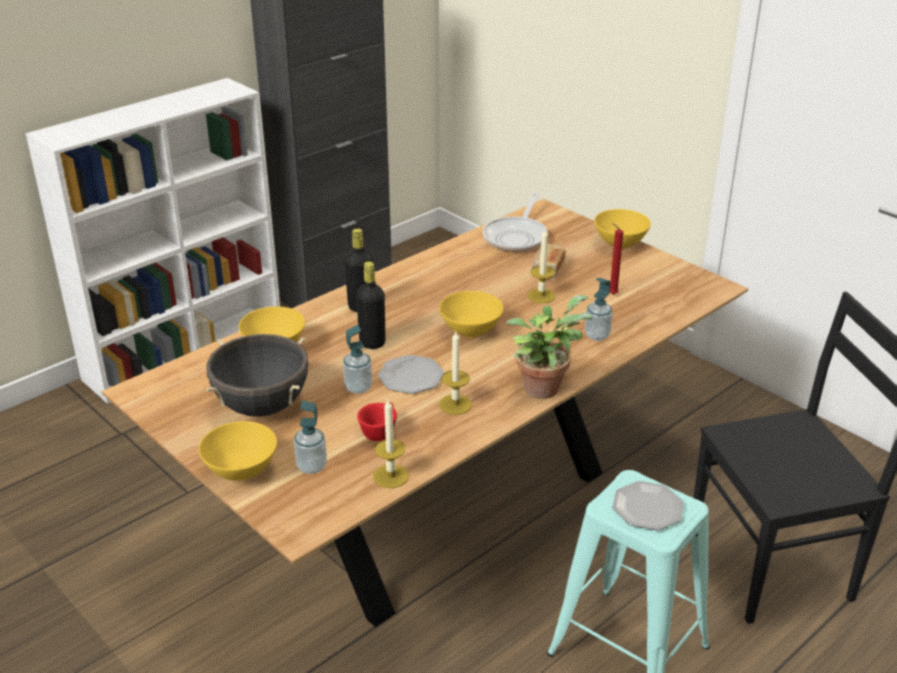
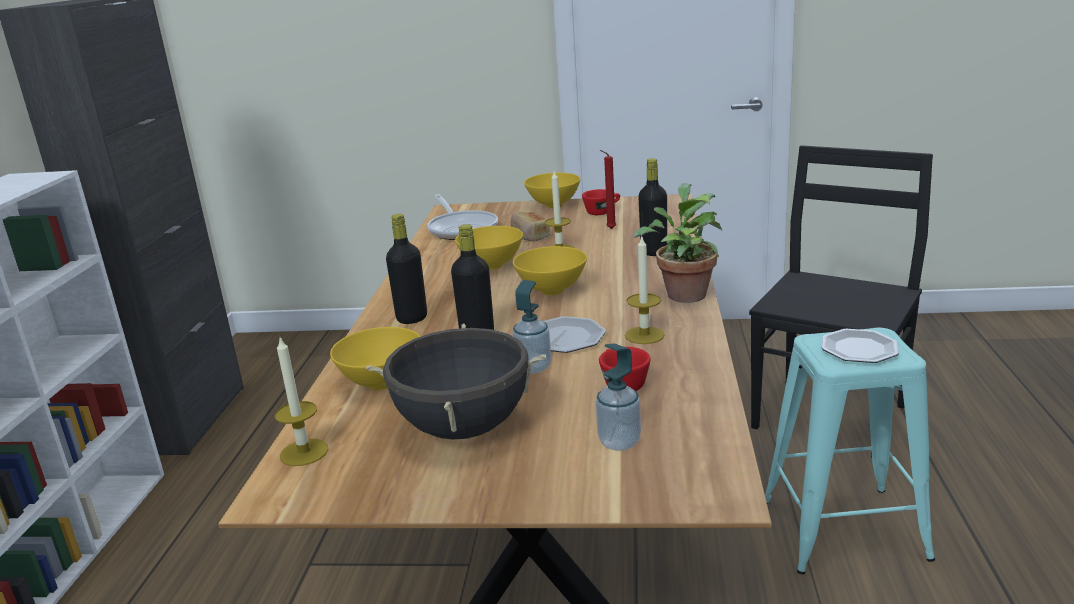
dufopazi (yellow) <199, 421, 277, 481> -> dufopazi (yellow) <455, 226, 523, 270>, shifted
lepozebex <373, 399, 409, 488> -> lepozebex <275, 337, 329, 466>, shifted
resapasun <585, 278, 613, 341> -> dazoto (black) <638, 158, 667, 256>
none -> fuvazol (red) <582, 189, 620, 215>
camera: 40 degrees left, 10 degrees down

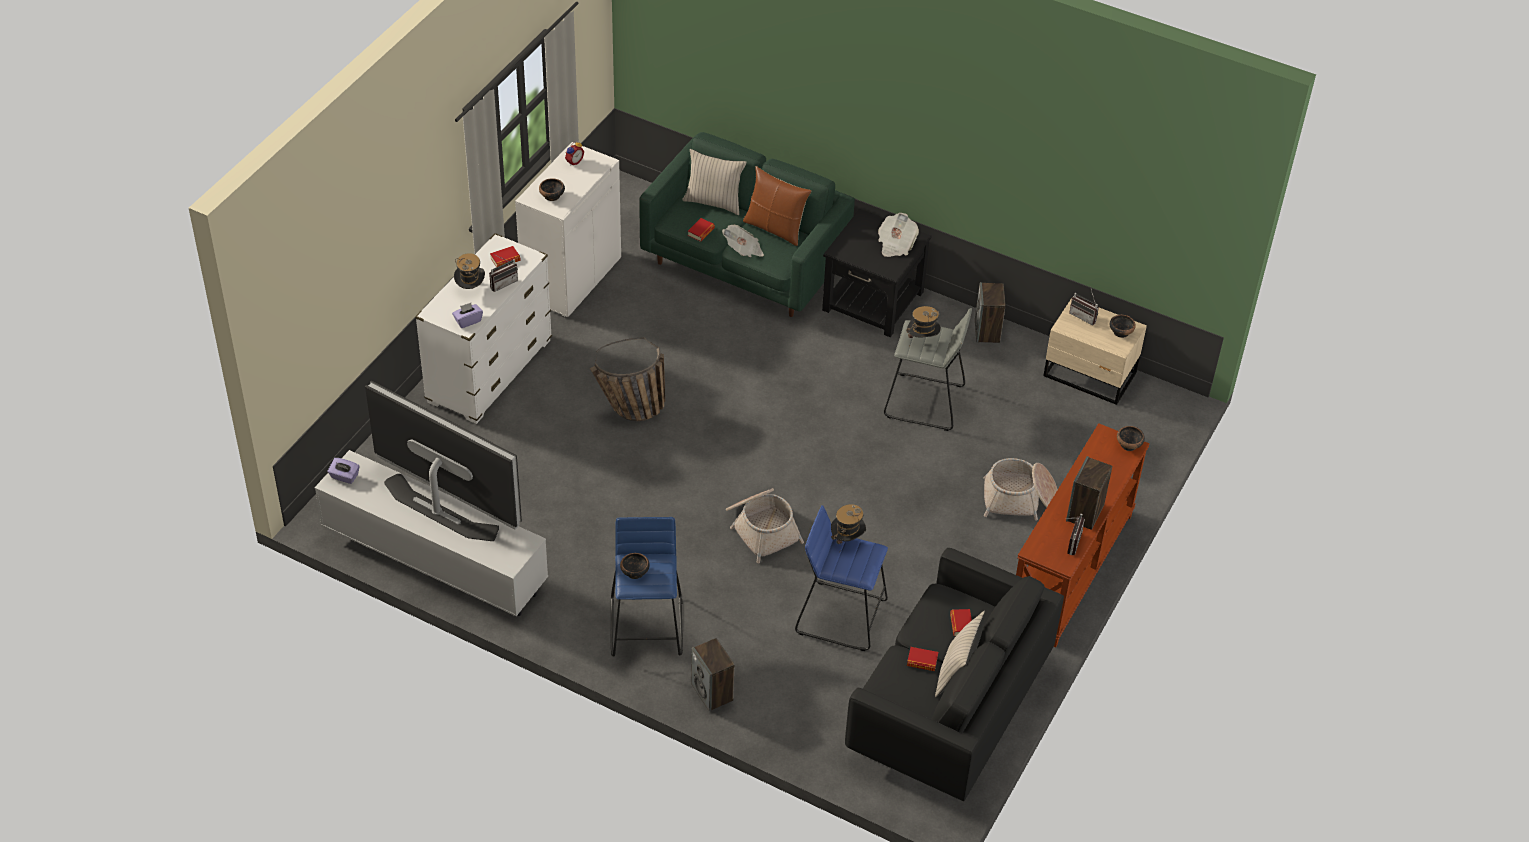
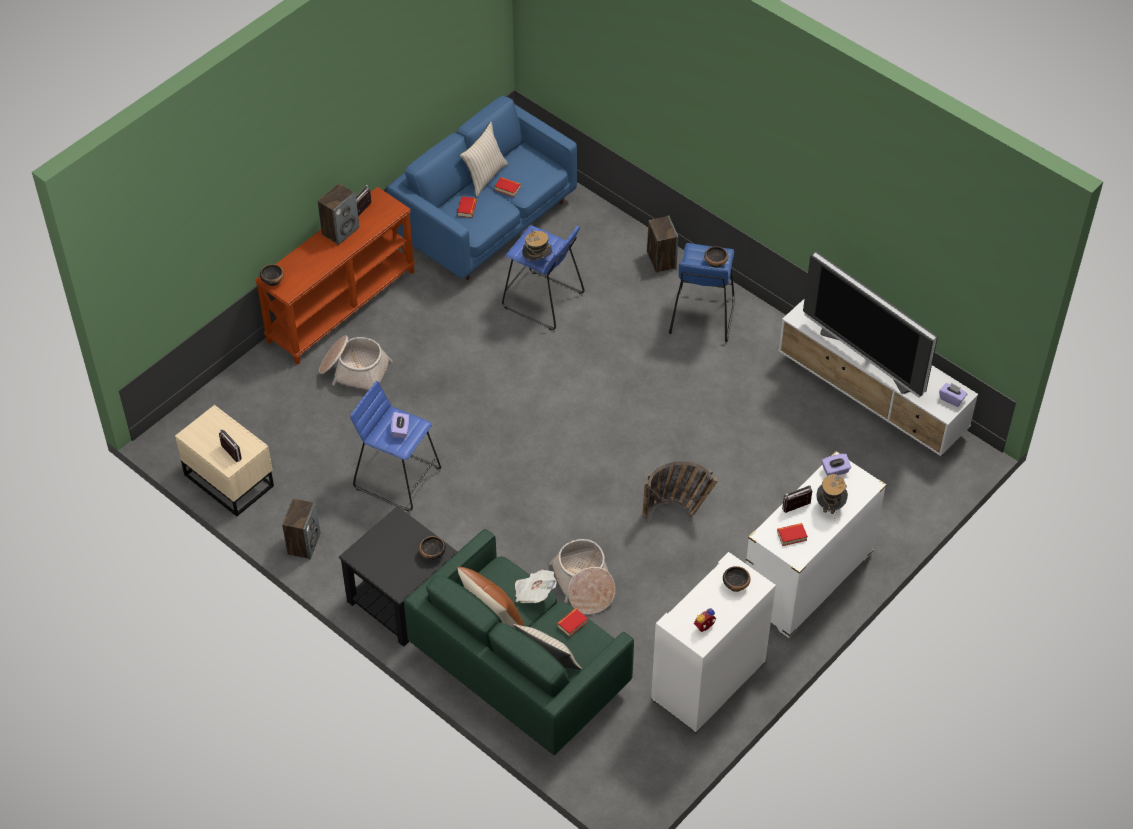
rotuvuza <726, 488, 804, 563> -> rotuvuza <549, 539, 615, 614>, shifted
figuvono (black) <845, 548, 1064, 801> -> figuvono (blue) <386, 96, 577, 280>
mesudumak <878, 213, 919, 257> -> none
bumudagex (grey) <884, 308, 972, 431> -> bumudagex (blue) <350, 381, 441, 511>
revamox <906, 306, 941, 346> -> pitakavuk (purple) <391, 412, 409, 438>
dufopazi <1110, 315, 1136, 338> -> dufopazi <419, 536, 446, 560>, shifted
camera: 165 degrees left, 5 degrees up

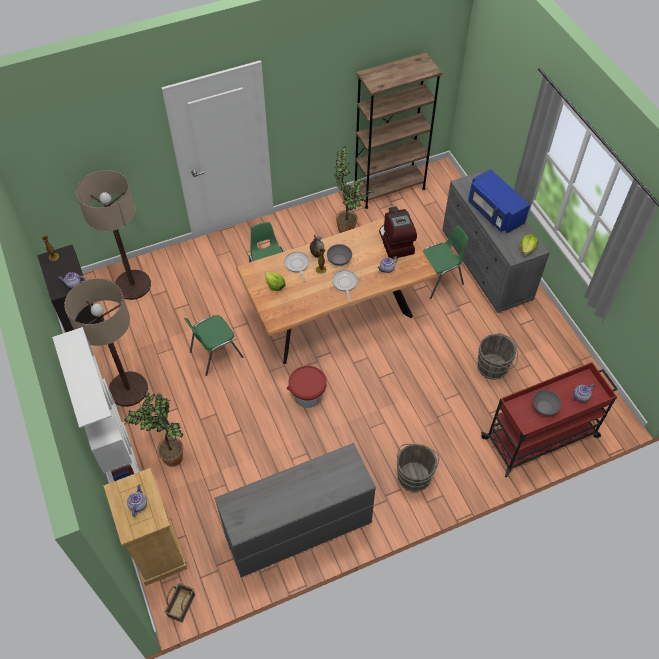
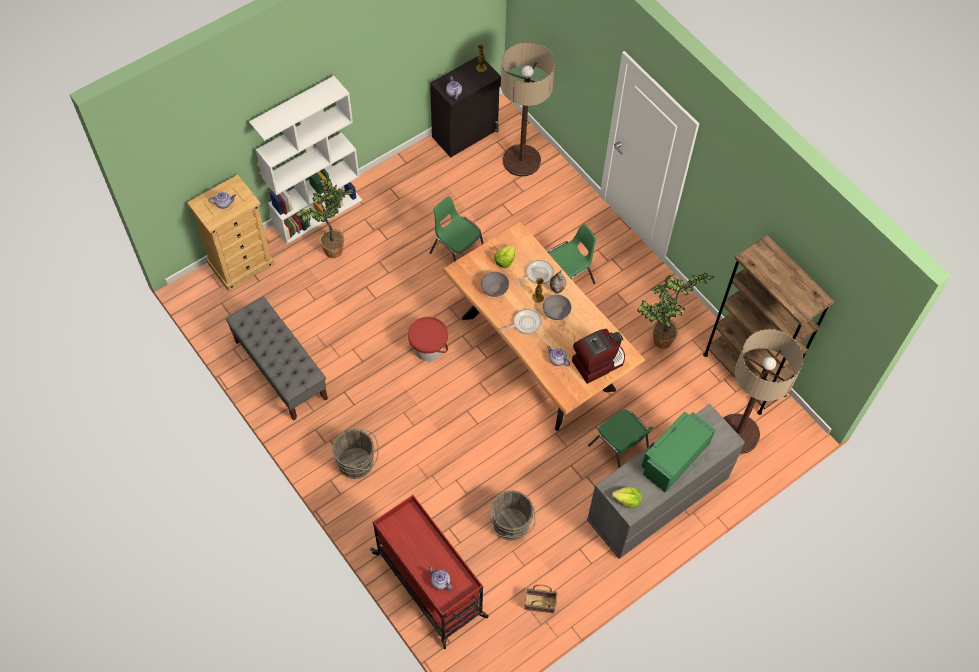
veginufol <64, 278, 148, 407> -> veginufol <724, 329, 803, 454>, shifted
rotuvuza <165, 583, 195, 622> -> rotuvuza <524, 585, 557, 613>, shifted
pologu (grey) <214, 443, 376, 577> -> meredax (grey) <226, 296, 328, 421>
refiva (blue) <468, 169, 530, 233> -> refiva (green) <642, 412, 716, 492>
dufopazi (grey) <533, 390, 561, 416> -> dufopazi (grey) <481, 271, 509, 297>, shifted
camera: 75 degrees right, 5 degrees up

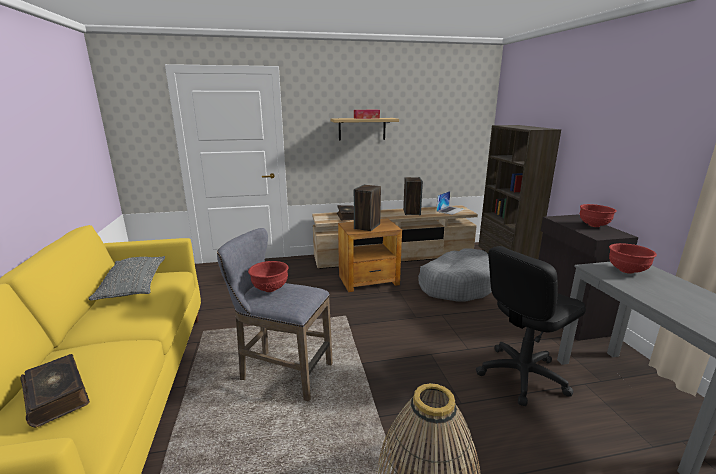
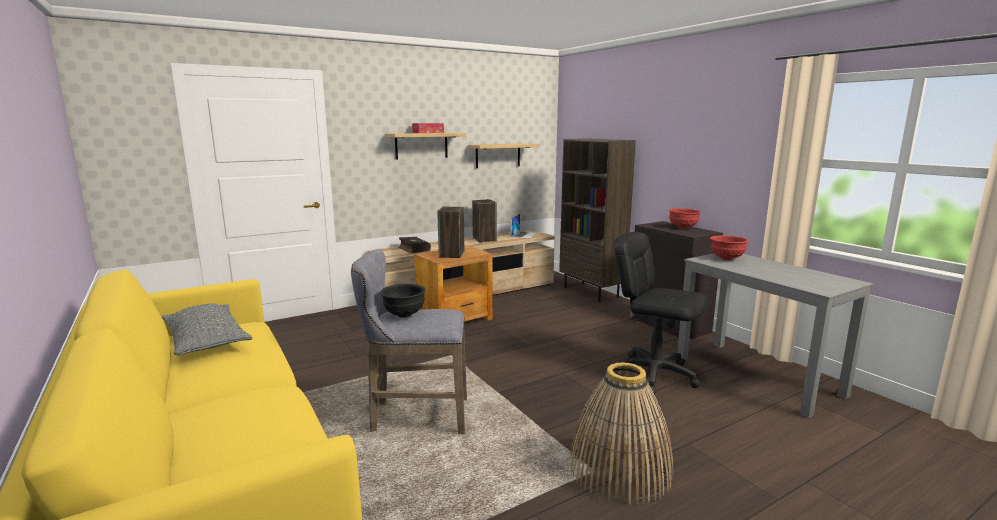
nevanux <21, 354, 90, 428> -> none
dufopazi (red) <248, 261, 288, 292> -> dufopazi (black) <380, 284, 426, 318>
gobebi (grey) <418, 248, 492, 302> -> none
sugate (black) <476, 246, 586, 406> -> sugate (black) <614, 232, 708, 395>, 90 degrees clockwise
none -> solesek <468, 143, 540, 168>
camera: 20 degrees left, 5 degrees down

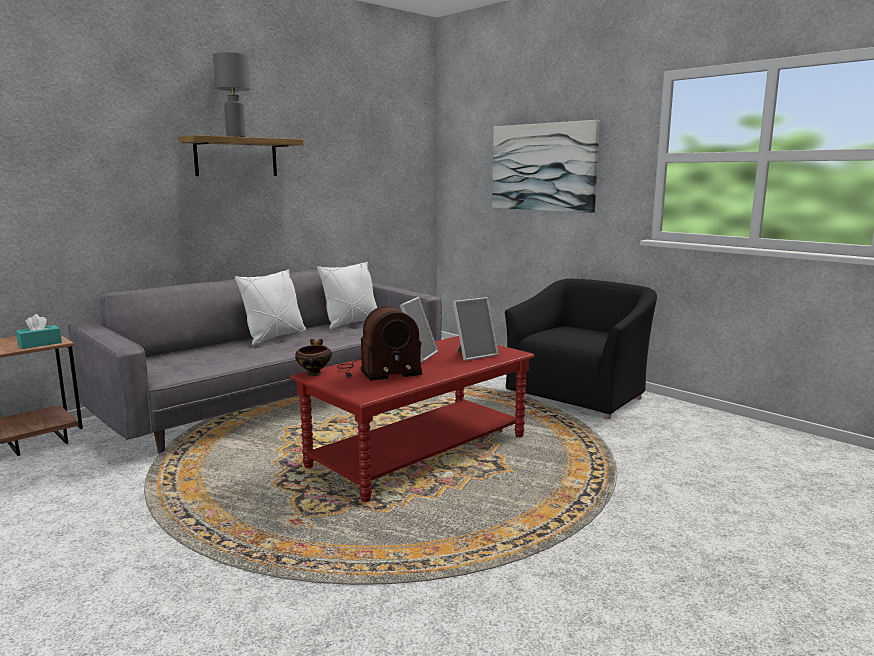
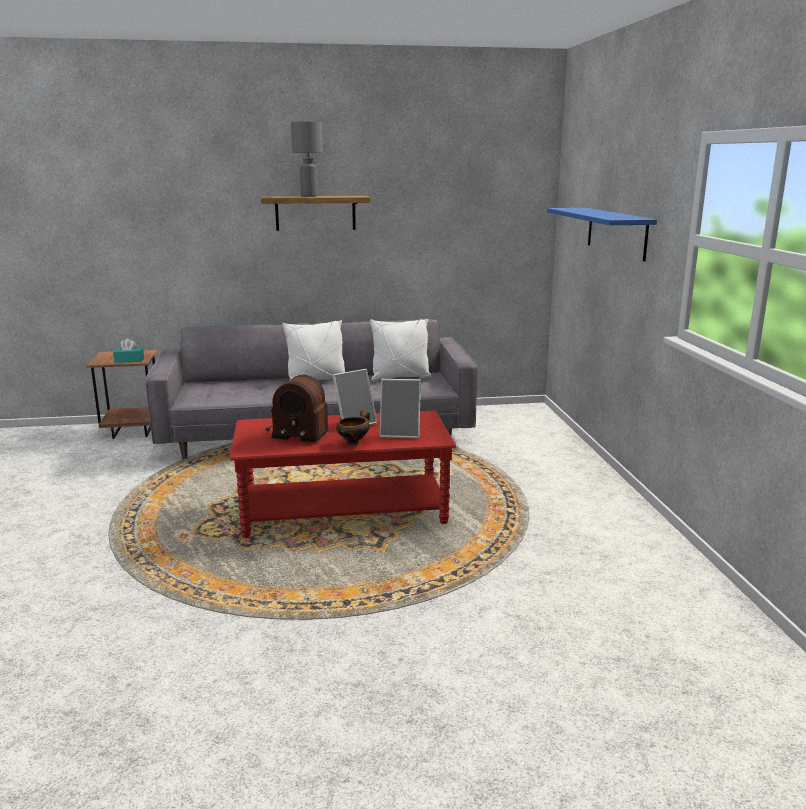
dufopazi <295, 339, 332, 376> -> dufopazi <336, 411, 370, 446>, shifted
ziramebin <492, 120, 600, 213> -> solesek (blue) <547, 208, 657, 261>
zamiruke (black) <505, 279, 657, 419> -> none
camera: 35 degrees right, 5 degrees up

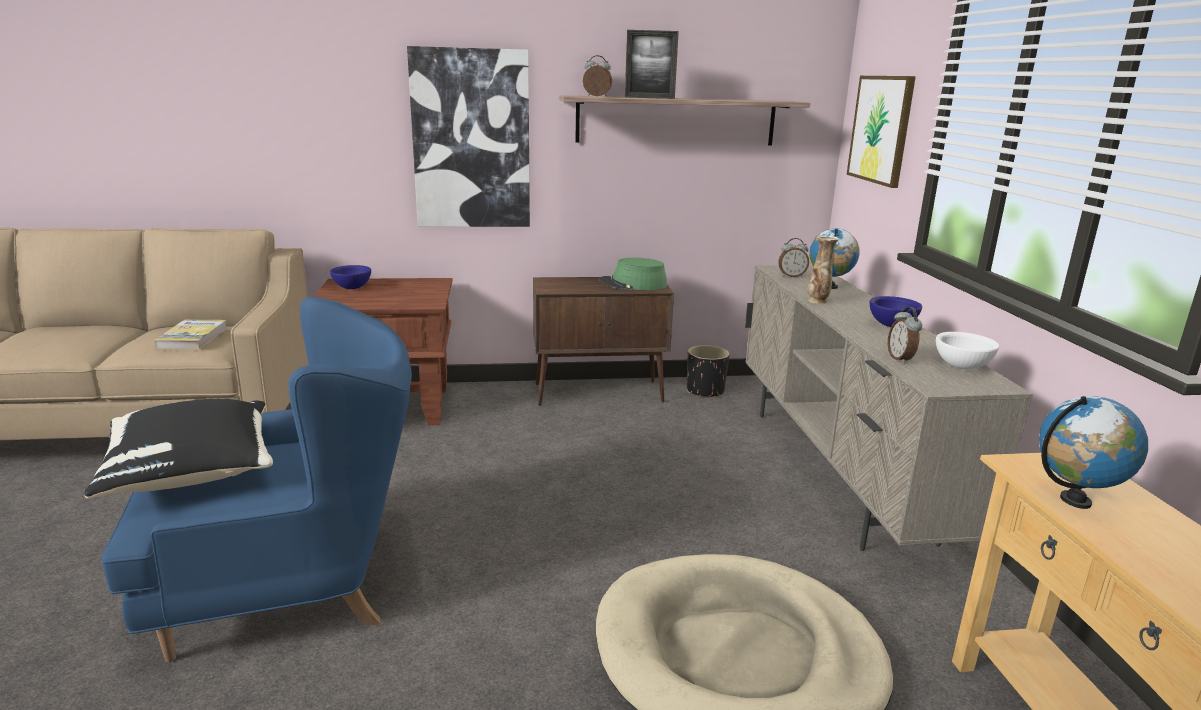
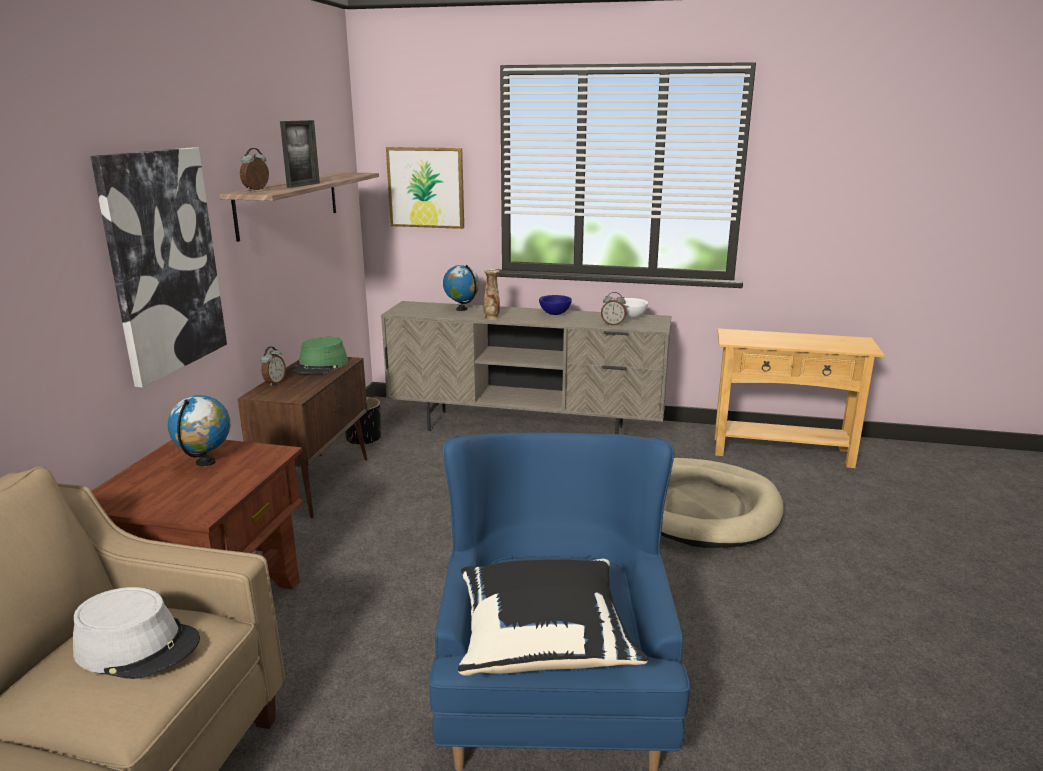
nevanux <154, 320, 227, 349> -> revamox (grey) <73, 587, 200, 679>
dufopazi (blue) <330, 265, 371, 289> -> none
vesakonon <778, 238, 809, 277> -> vesakonon <261, 347, 286, 386>, shifted
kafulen <1039, 396, 1148, 509> -> kafulen <168, 395, 230, 466>, shifted
camera: 70 degrees left, 0 degrees up

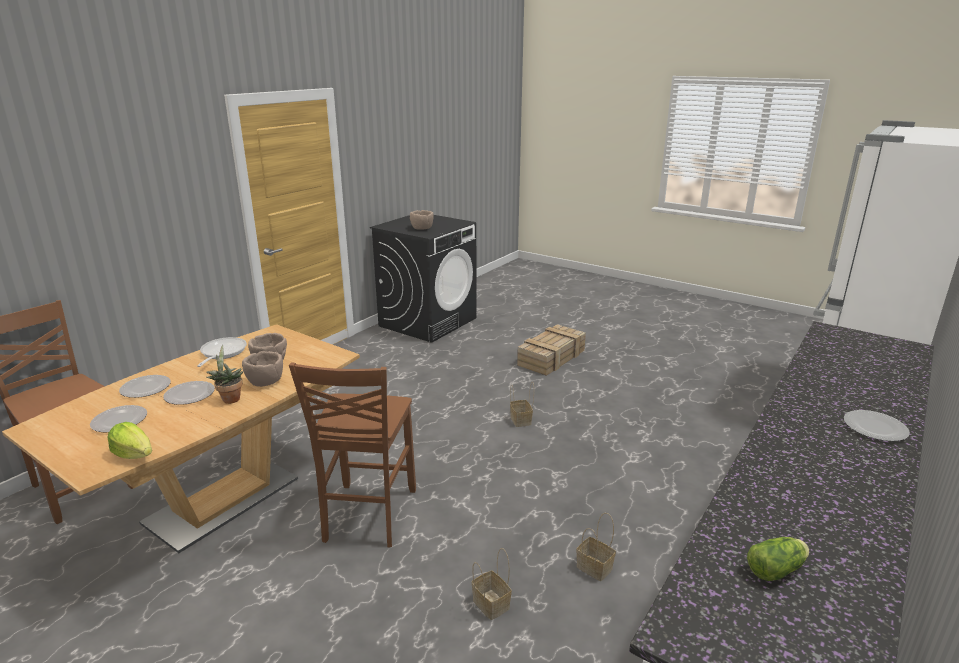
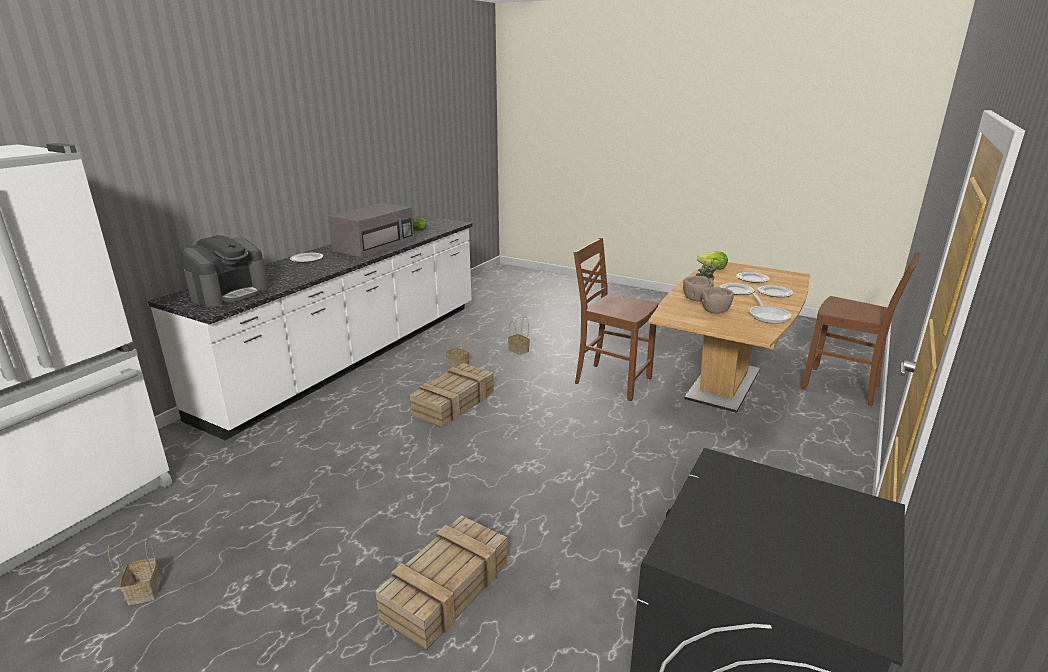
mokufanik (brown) <289, 362, 416, 548> -> mokufanik (brown) <574, 238, 658, 401>, 60 degrees counterclockwise
dufopazi (brown) <410, 210, 434, 230> -> none
rotuvuza <510, 382, 534, 427> -> rotuvuza <108, 537, 161, 606>, shifted
none -> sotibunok <181, 235, 269, 307>
none -> refiva (grey) <328, 203, 414, 258>
none -> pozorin <410, 363, 494, 428>
camera: 175 degrees right, 0 degrees up

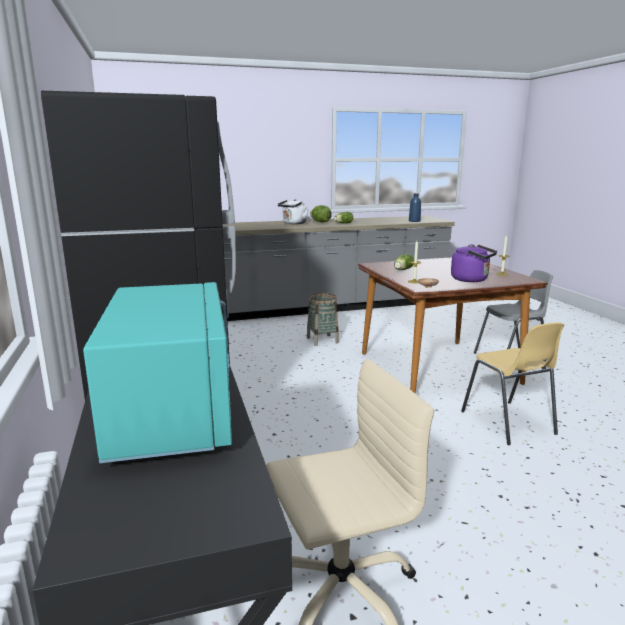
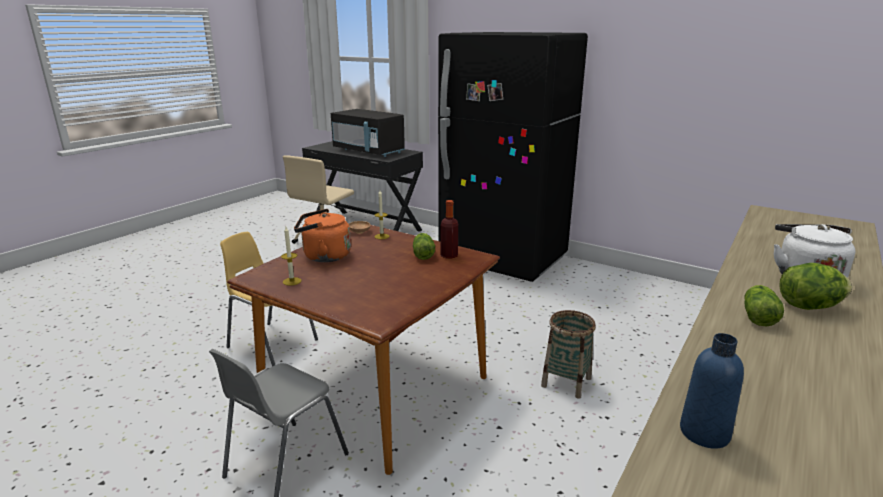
refiva (turquoise) <83, 282, 232, 463> -> refiva (black) <331, 109, 405, 157>
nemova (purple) <451, 244, 497, 282> -> nemova (orange) <294, 209, 351, 262>
none -> dazoto <441, 200, 458, 259>
camera: 140 degrees right, 5 degrees up

